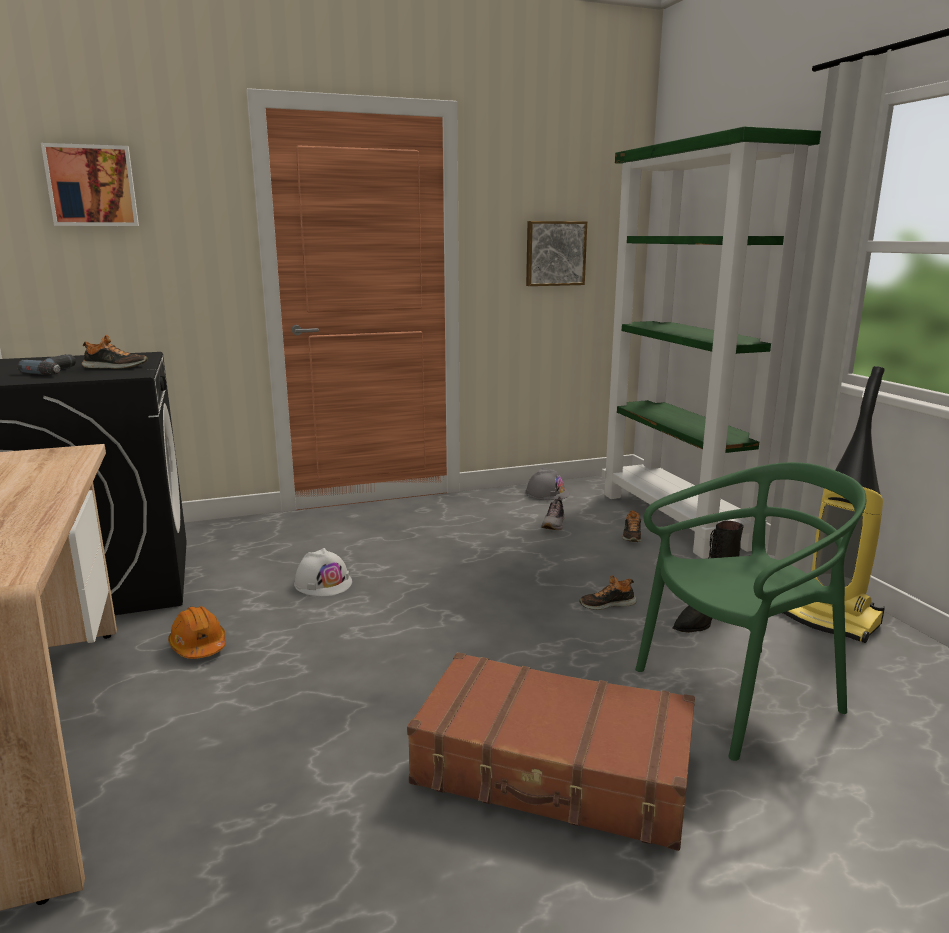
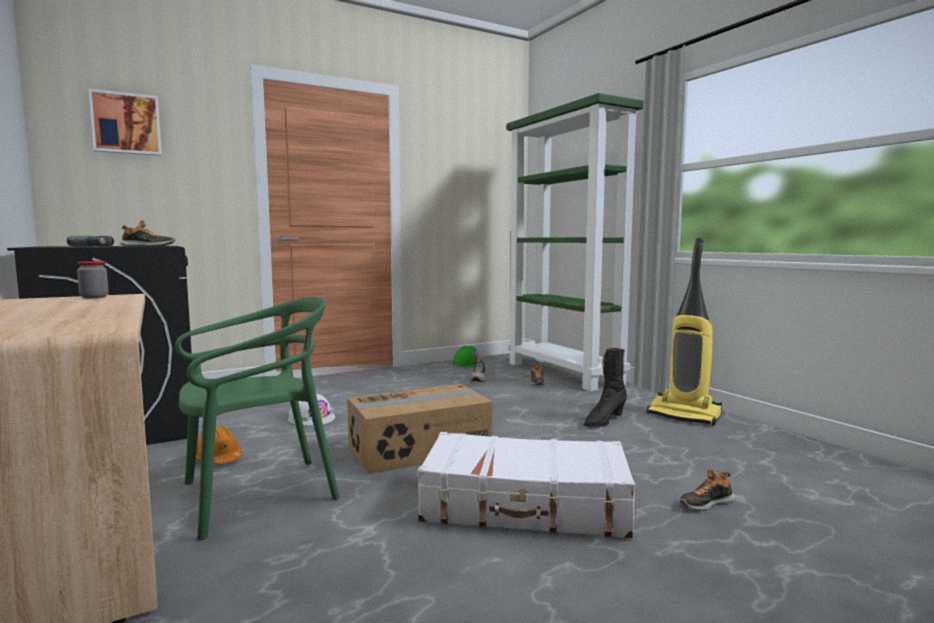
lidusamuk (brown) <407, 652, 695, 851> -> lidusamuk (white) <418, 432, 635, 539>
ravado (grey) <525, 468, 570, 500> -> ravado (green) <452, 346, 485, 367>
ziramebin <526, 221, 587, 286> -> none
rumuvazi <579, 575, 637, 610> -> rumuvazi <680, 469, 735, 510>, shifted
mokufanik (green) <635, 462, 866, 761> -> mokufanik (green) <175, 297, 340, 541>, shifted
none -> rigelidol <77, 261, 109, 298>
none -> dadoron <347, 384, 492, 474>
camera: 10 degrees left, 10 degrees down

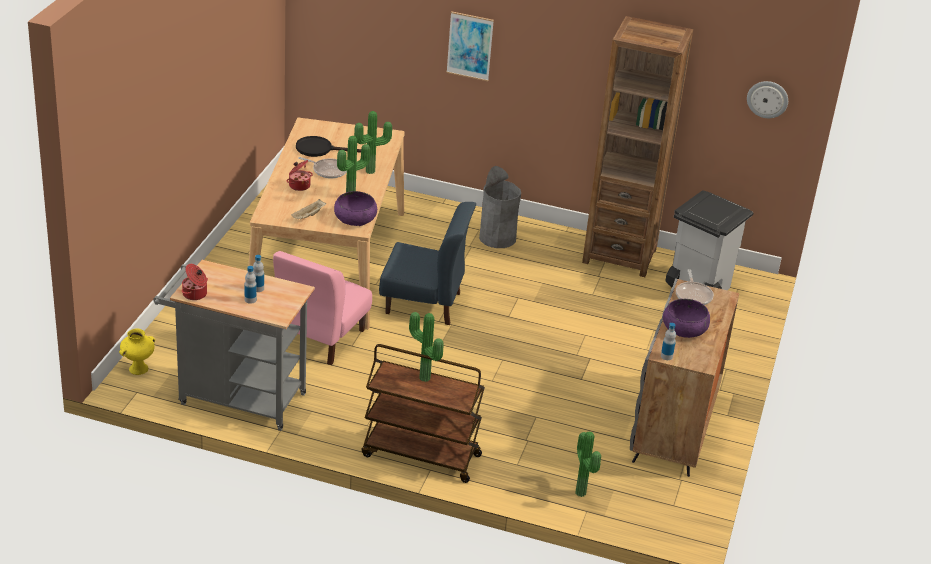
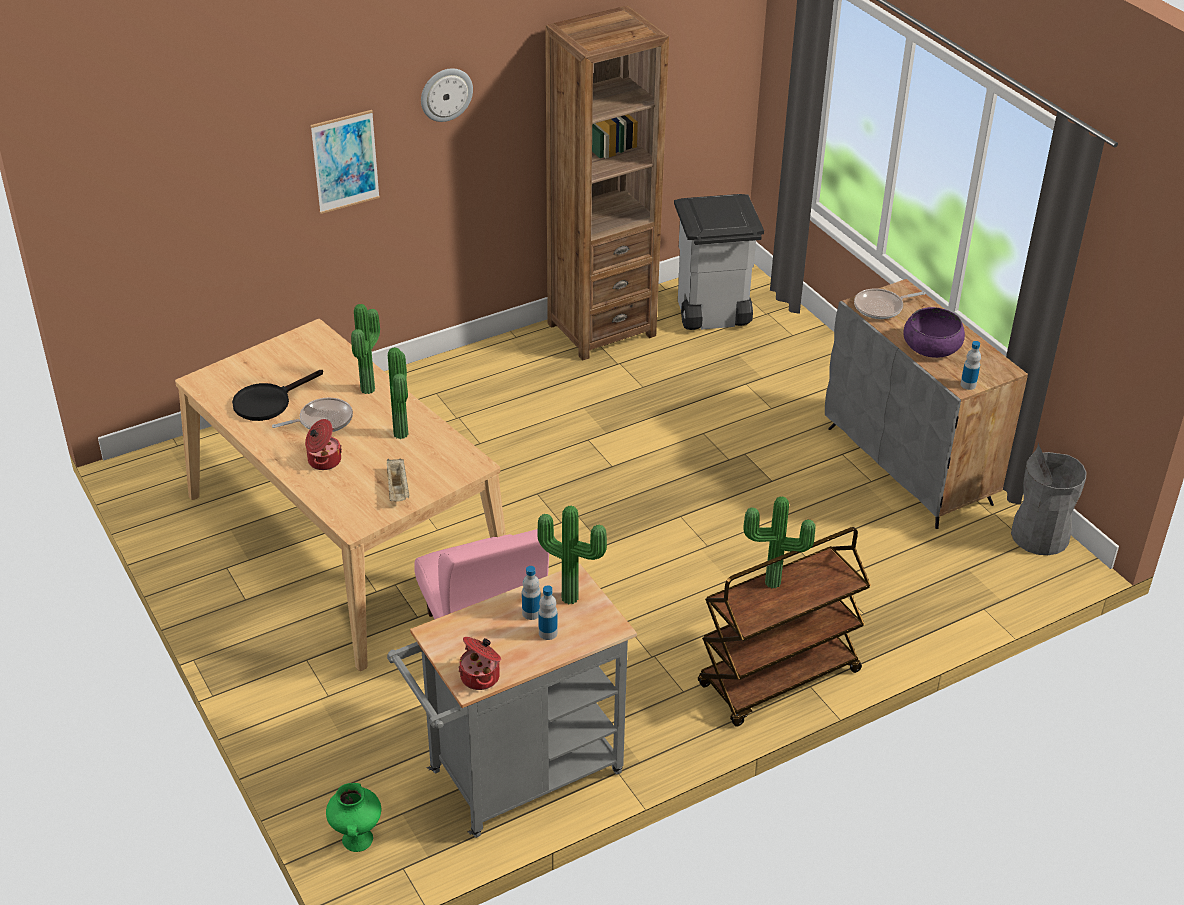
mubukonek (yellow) <119, 328, 155, 375> -> mubukonek (green) <326, 783, 381, 852>
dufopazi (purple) <334, 191, 377, 226> -> none
mokufanik (blue) <379, 202, 476, 325> -> none
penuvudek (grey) <479, 166, 521, 248> -> penuvudek (grey) <1011, 443, 1087, 555>, shifted
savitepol <575, 431, 601, 497> -> savitepol <537, 505, 607, 604>, shifted
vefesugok <676, 269, 714, 305> -> vefesugok <854, 288, 925, 319>, 120 degrees clockwise
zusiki <747, 81, 788, 118> -> zusiki <421, 68, 473, 122>, shifted
camera: 45 degrees left, 5 degrees up

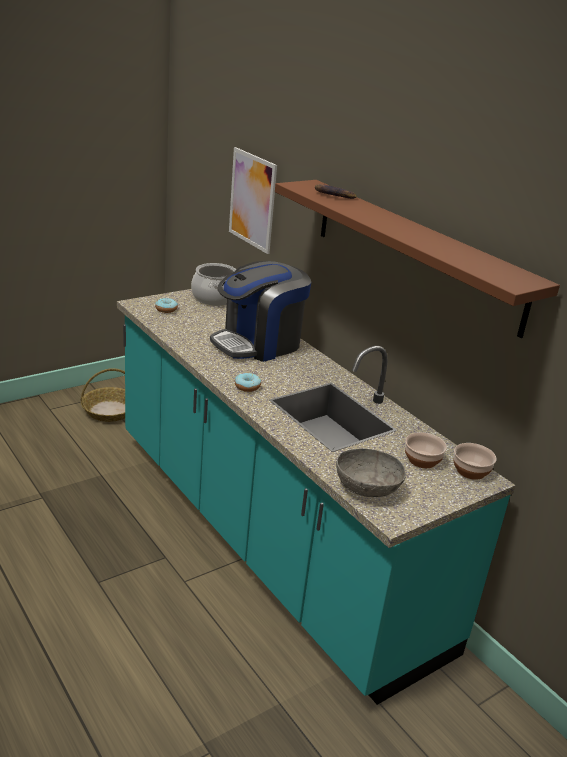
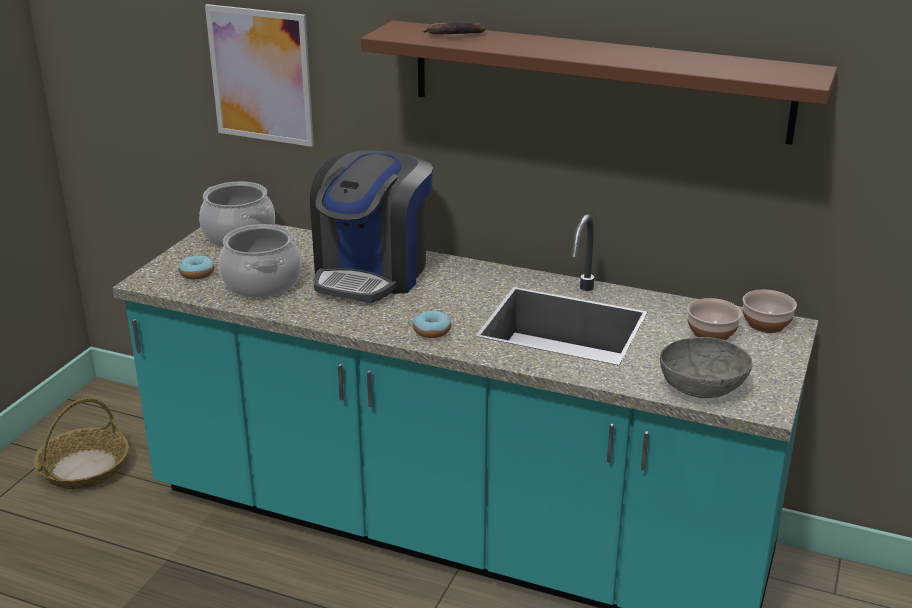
none -> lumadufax <219, 224, 302, 298>
camera: 30 degrees left, 0 degrees up

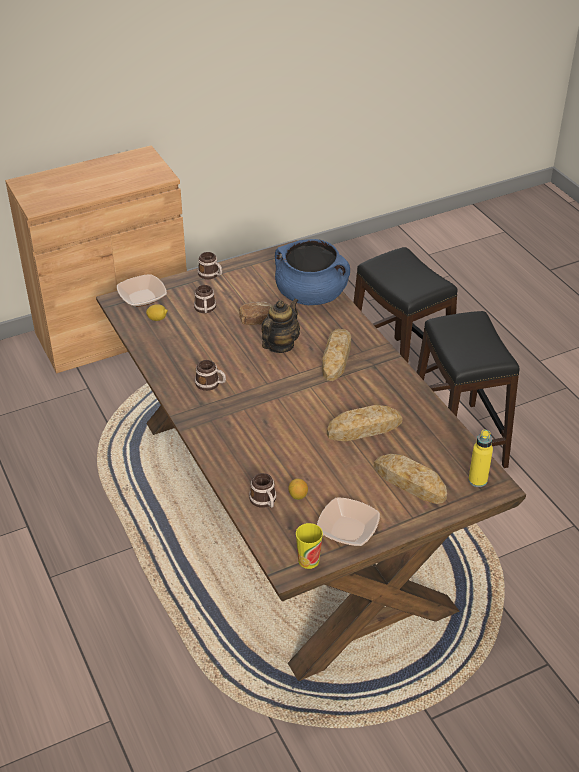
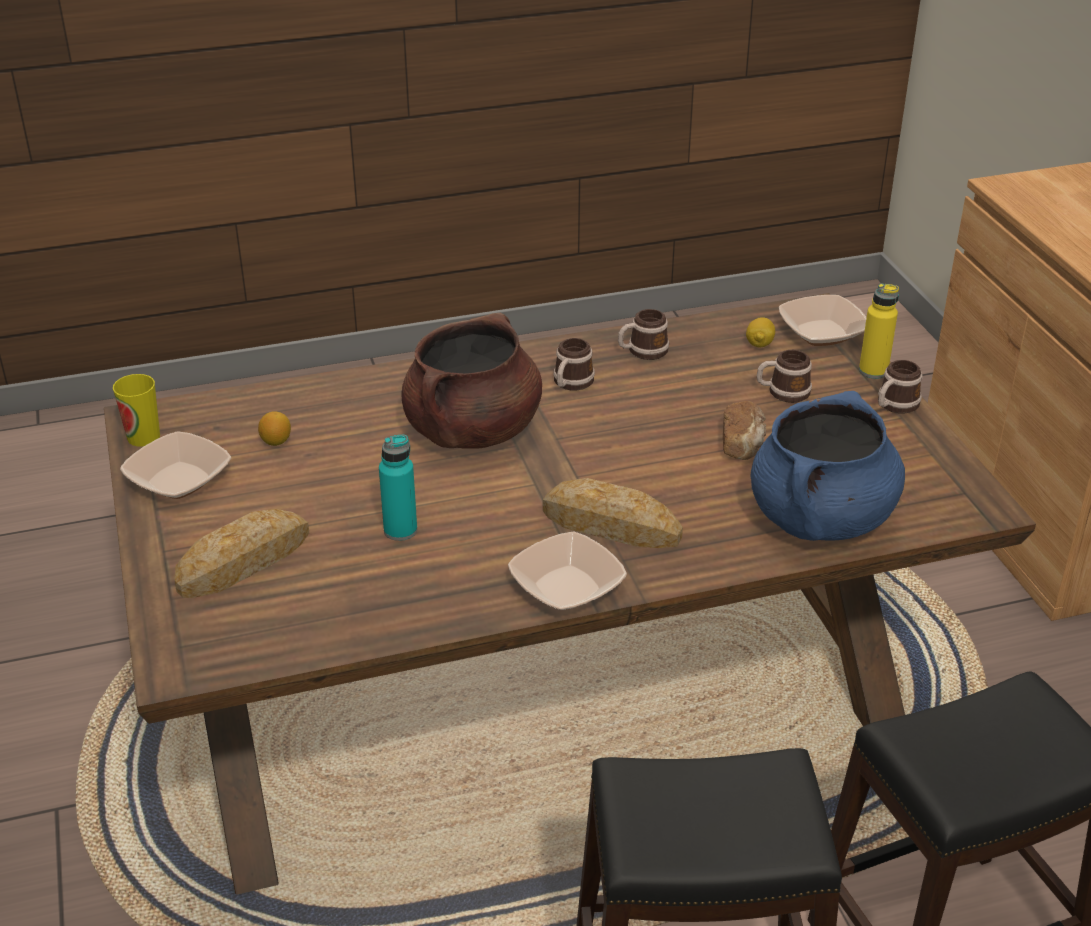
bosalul <249, 473, 276, 508> -> bosalul <618, 309, 669, 360>, shifted
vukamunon <262, 298, 300, 353> -> none
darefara <327, 405, 402, 441> -> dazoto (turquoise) <379, 435, 417, 541>
dazoto (yellow) <468, 430, 493, 487> -> dazoto (yellow) <859, 283, 899, 379>, shifted
none -> lumadufax (brown) <401, 313, 542, 449>
none -> dufopazi <508, 532, 627, 610>
camera: 100 degrees right, 5 degrees down

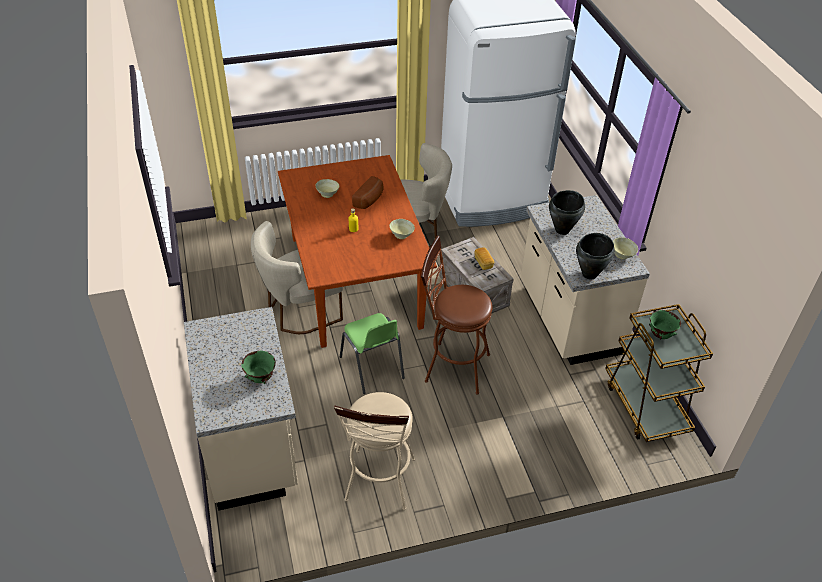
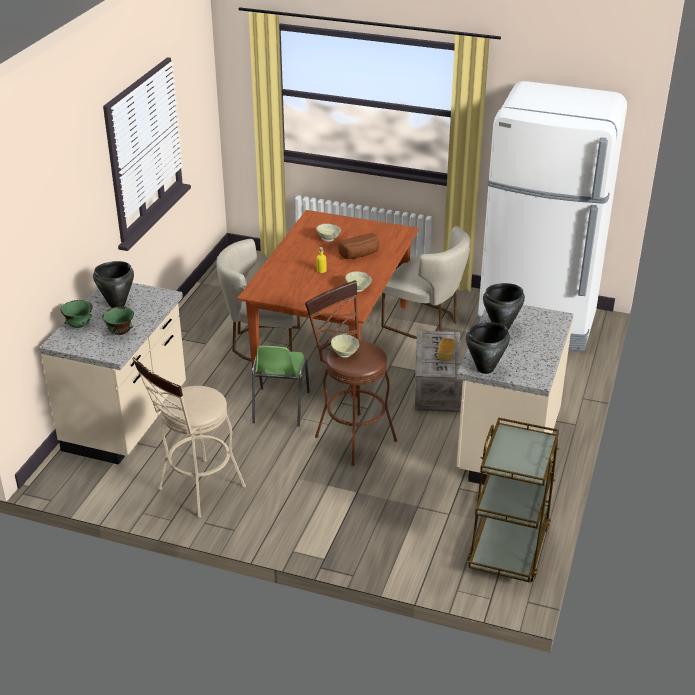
dufopazi (beige) <613, 237, 638, 260> -> dufopazi (beige) <331, 334, 359, 358>, shifted
dufopazi (green) <649, 310, 681, 339> -> dufopazi (green) <61, 300, 93, 328>, shifted
none -> lumadufax (black) <93, 261, 134, 308>
camera: 35 degrees right, 10 degrees down

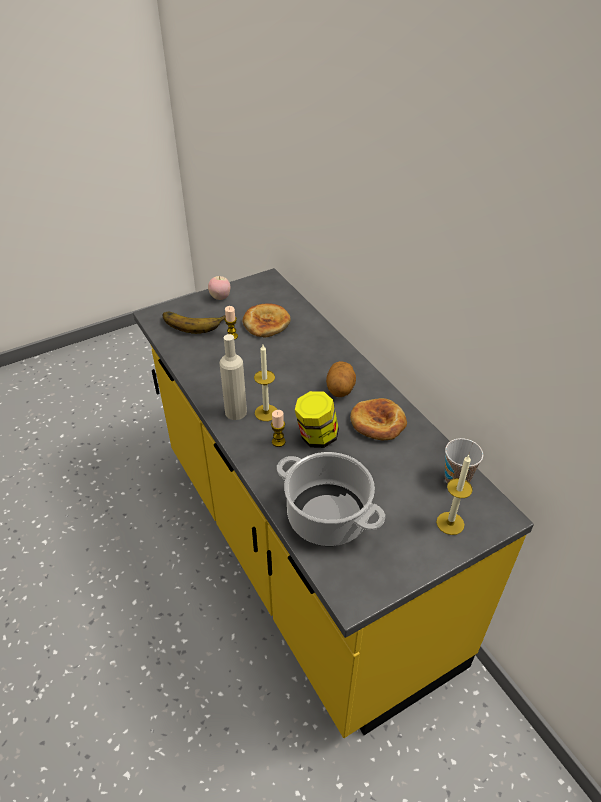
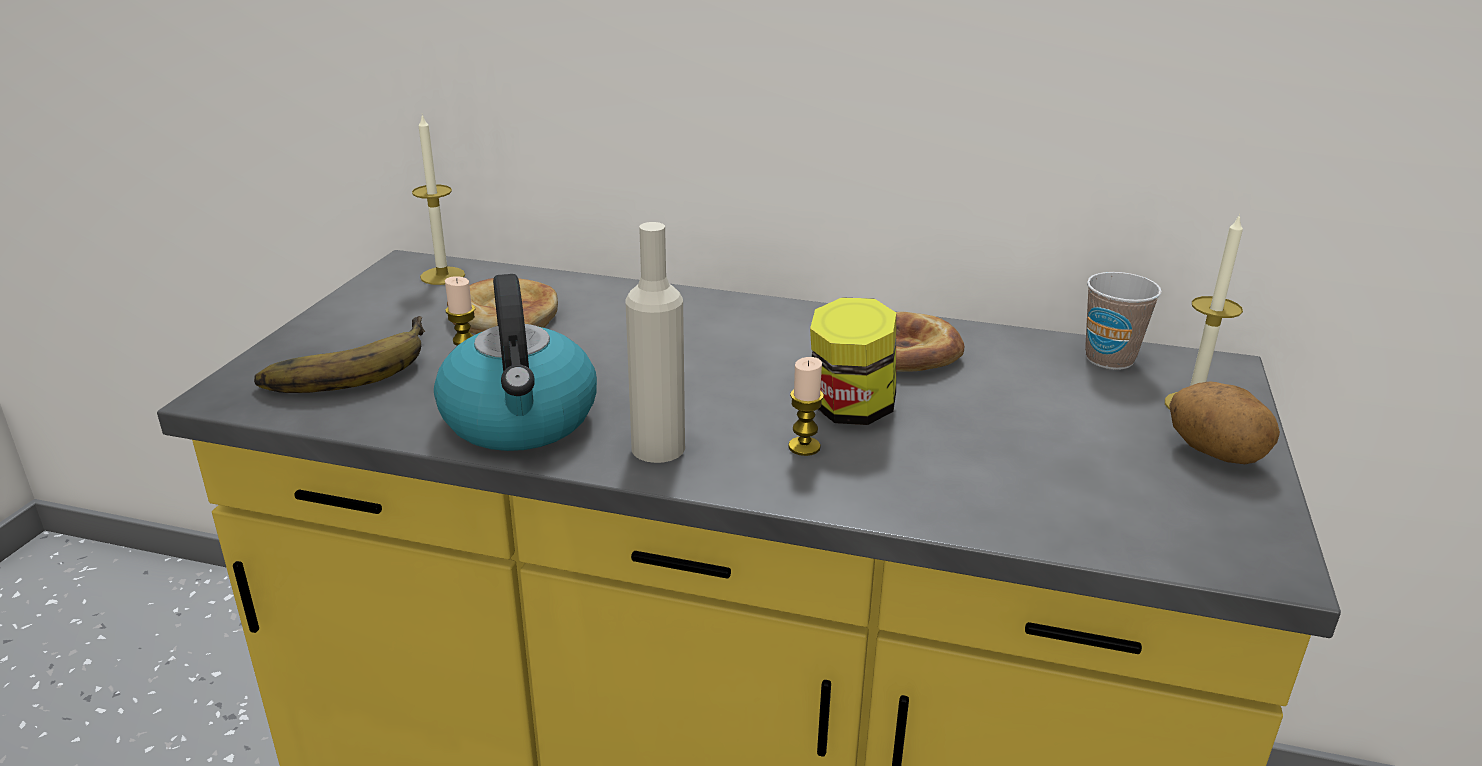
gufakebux <208, 276, 230, 300> -> none
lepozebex <254, 345, 277, 421> -> lepozebex <412, 114, 465, 285>, shifted
lumadufax <277, 452, 385, 546> -> none
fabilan <326, 361, 356, 397> -> fabilan <1169, 381, 1280, 464>, shifted
none -> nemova <434, 274, 597, 451>
camera: 45 degrees left, 15 degrees down

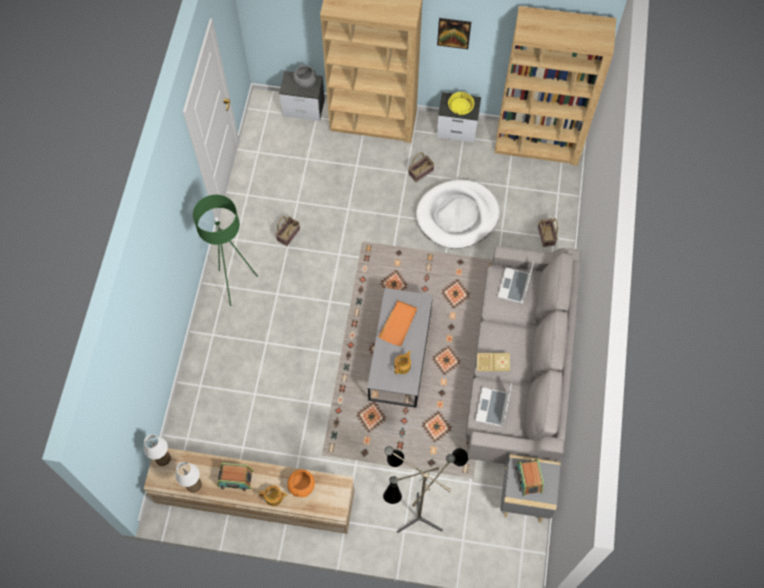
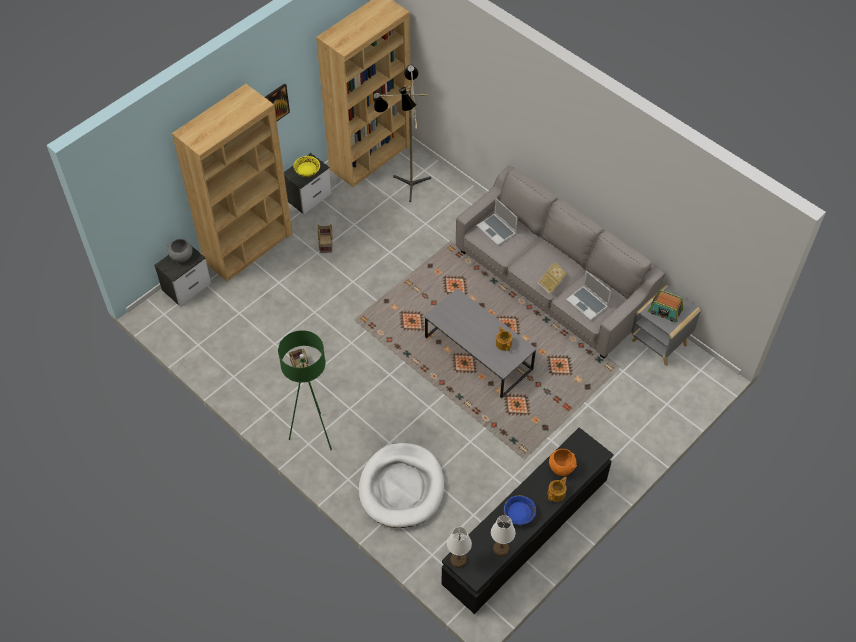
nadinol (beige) <144, 448, 354, 534> -> nadinol (black) <441, 428, 613, 614>
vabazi <217, 463, 254, 491> -> dufopazi (blue) <504, 495, 536, 525>
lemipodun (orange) <378, 300, 418, 346> -> none
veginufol <383, 446, 468, 533> -> veginufol <373, 65, 431, 202>, shifted
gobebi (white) <416, 180, 500, 249> -> gobebi (white) <359, 443, 444, 528>, shifted
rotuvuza <538, 218, 558, 247> -> none
camera: 55 degrees left, 10 degrees down

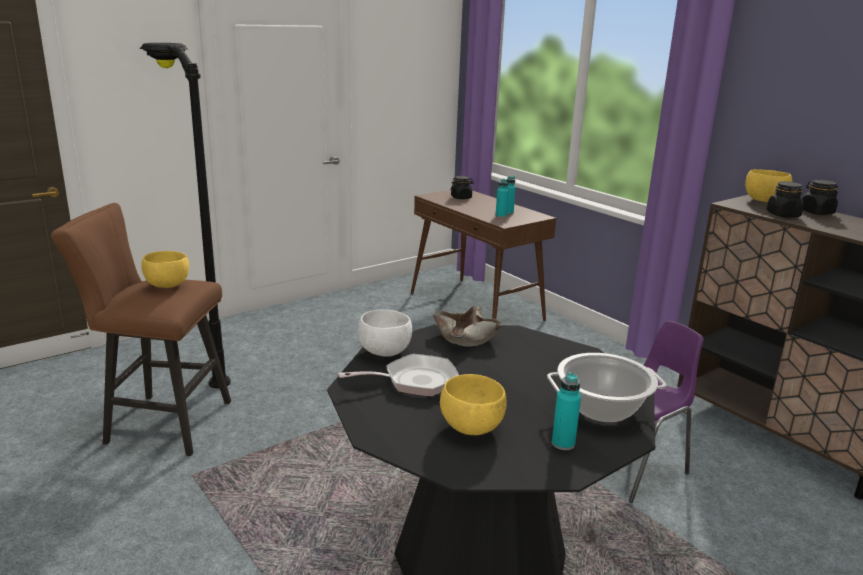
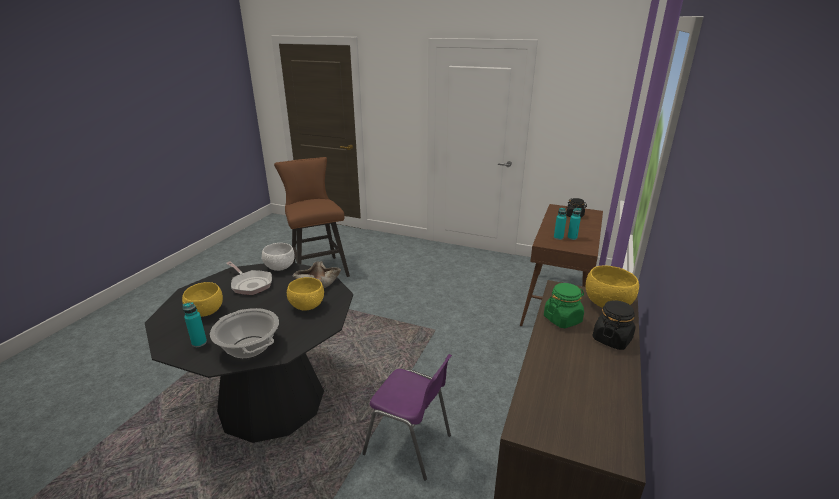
veginufol (black) <140, 43, 231, 388> -> none
dufopazi (yellow) <141, 251, 189, 288> -> dufopazi (yellow) <287, 277, 324, 311>, shifted
rigelidol (black) <767, 182, 804, 217> -> rigelidol (green) <544, 283, 584, 328>
camera: 60 degrees right, 5 degrees up

